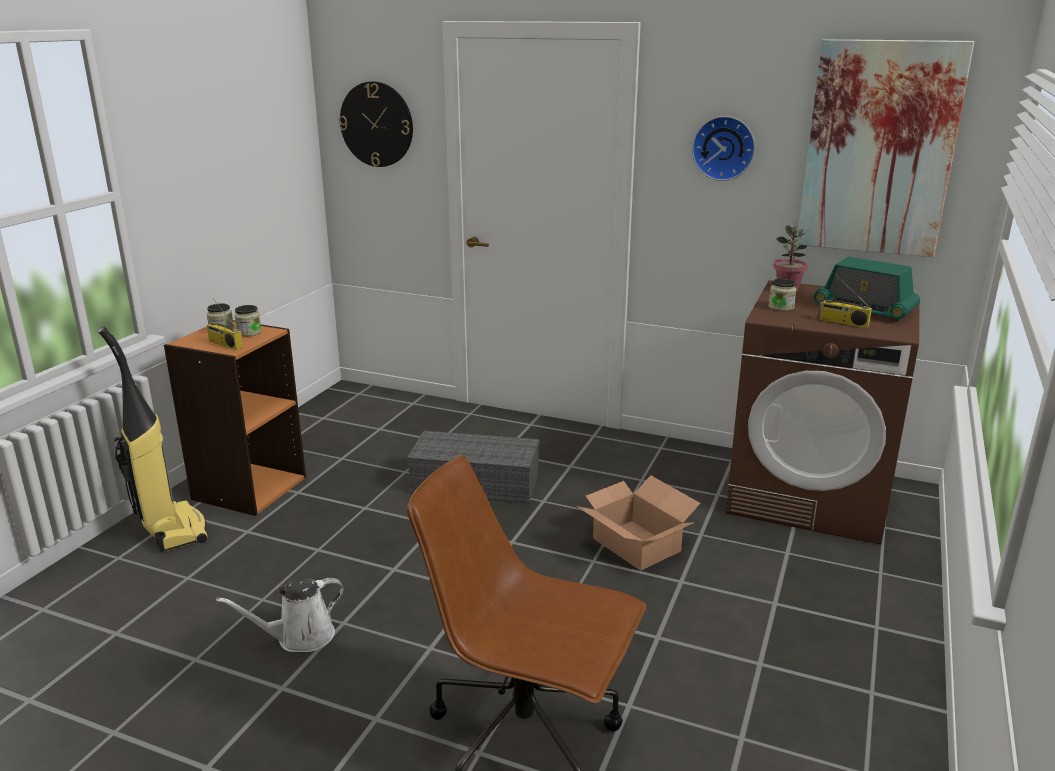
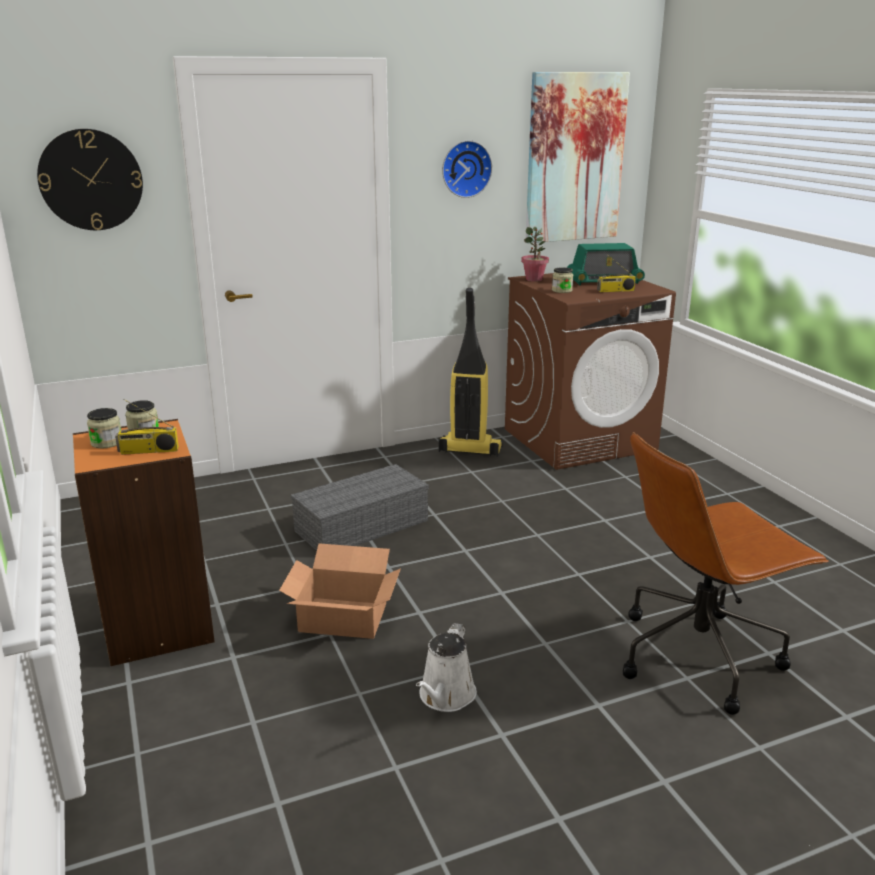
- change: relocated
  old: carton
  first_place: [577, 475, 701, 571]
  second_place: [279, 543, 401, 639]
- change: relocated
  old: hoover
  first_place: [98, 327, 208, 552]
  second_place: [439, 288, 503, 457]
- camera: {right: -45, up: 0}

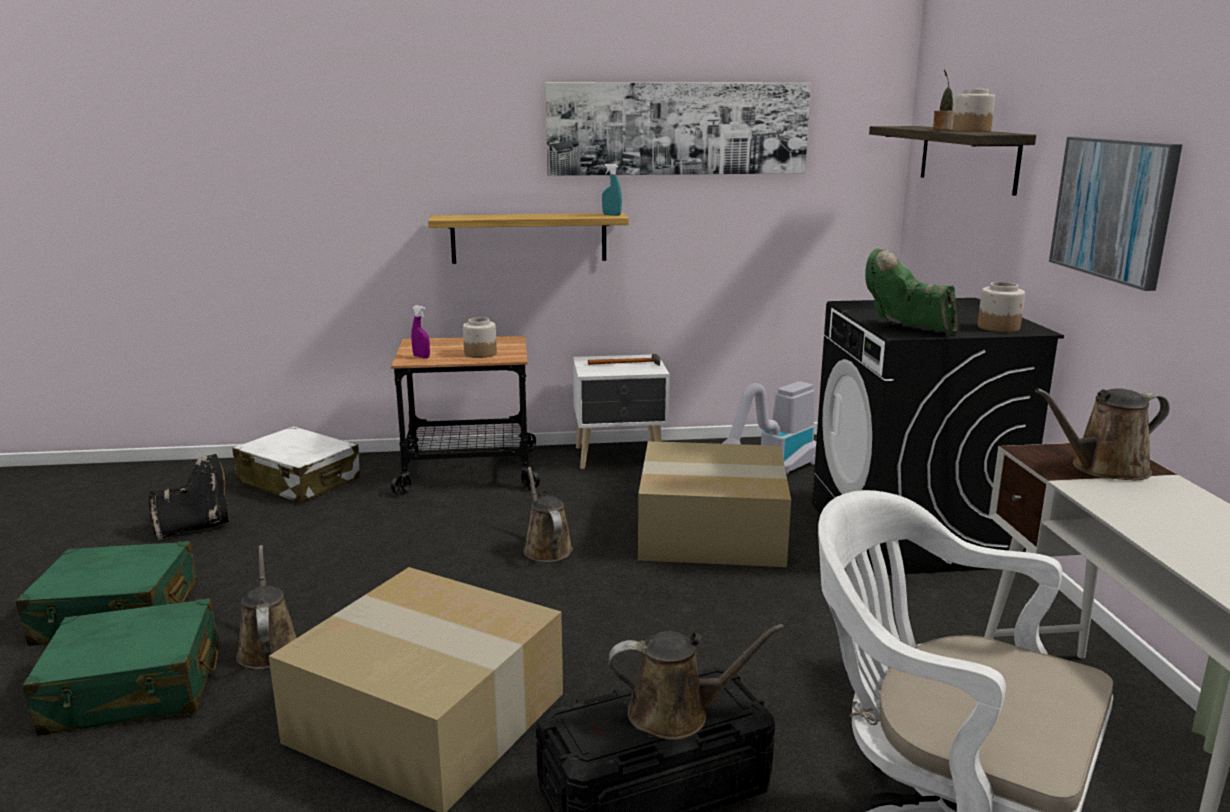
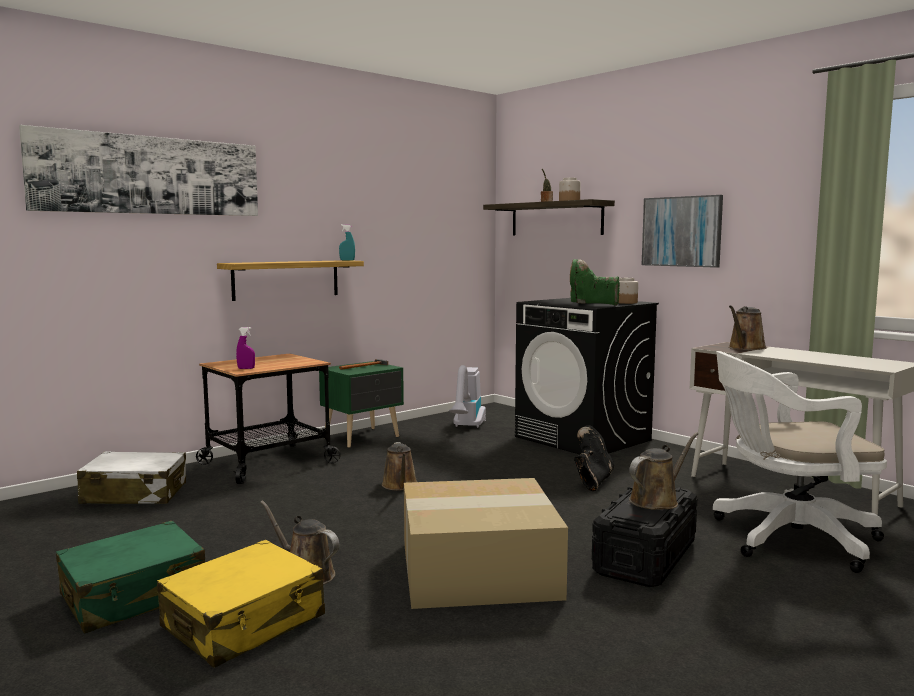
- change: relocated
  old: wall art
  first_place: [545, 82, 811, 176]
  second_place: [19, 125, 258, 216]
- change: colour
  old: travel case/green-coloured
  new: travel case/yellow
  first_place: [23, 598, 219, 736]
  second_place: [157, 540, 325, 668]
- change: colour
  old: bedside table/white
  new: bedside table/green-coloured
  first_place: [573, 354, 670, 469]
  second_place: [319, 361, 404, 448]
- change: spun
  old: watering pot/brown
  first_place: [523, 467, 573, 562]
  second_place: [382, 442, 417, 491]
  degrees: -135
- change: relocated
  old: boot/black
  first_place: [149, 454, 229, 540]
  second_place: [574, 425, 614, 491]
- change: missing
  old: storage jar
  first_place: [463, 317, 497, 358]
- change: missing
  old: carton
  first_place: [638, 441, 791, 567]
- camera: {right: -35, up: -10}

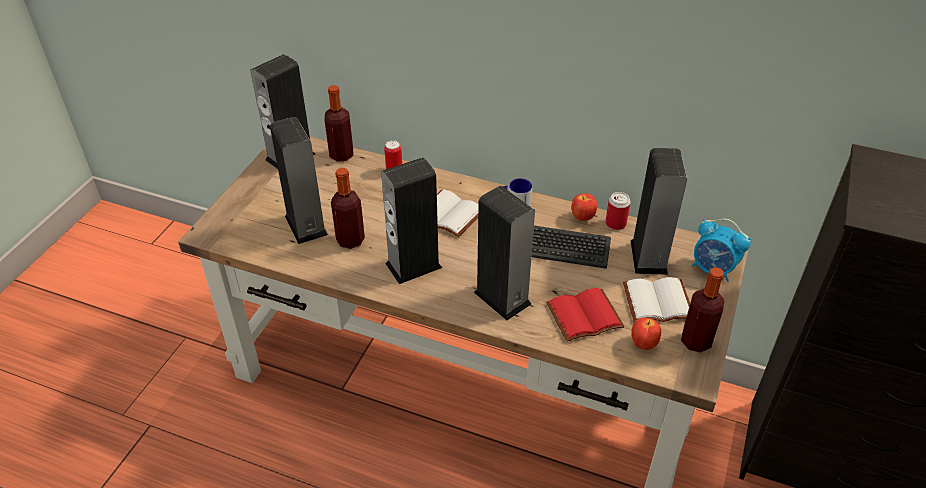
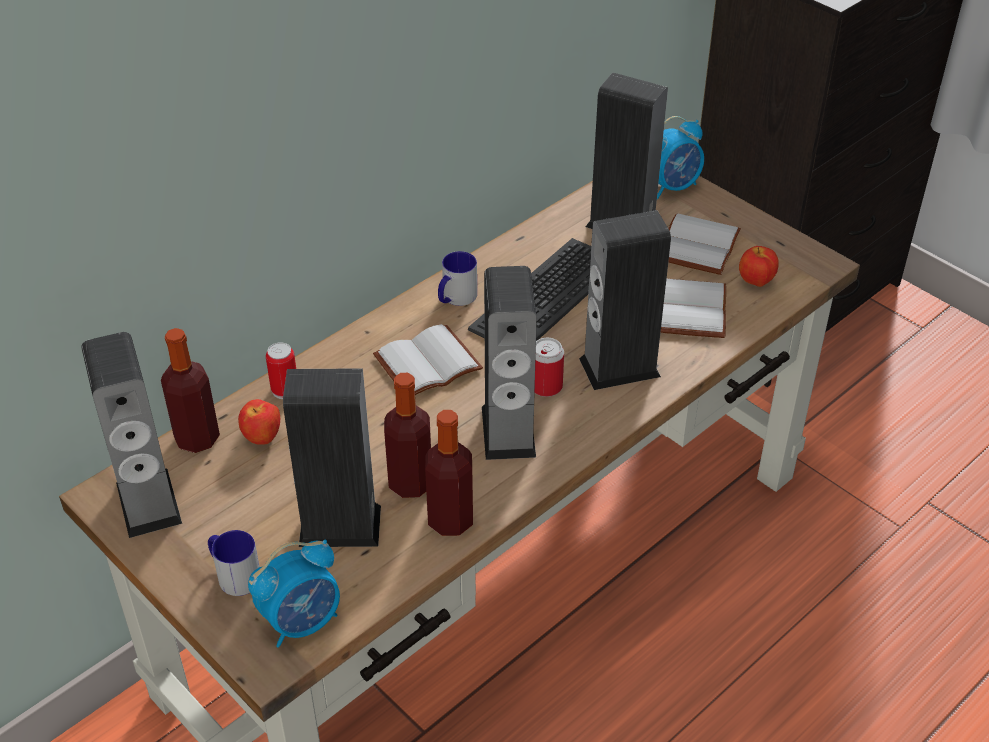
- change: appeared
  new: tea mug
  second_place: [208, 530, 260, 596]
- change: relocated
  old: apple fruit
  first_place: [571, 193, 597, 221]
  second_place: [238, 399, 280, 445]
- change: appeared
  new: table clock
  second_place: [248, 540, 340, 648]
- change: relocated
  old: bottle
  first_place: [681, 267, 724, 353]
  second_place: [425, 410, 473, 536]
- change: relocated
  old: sealed can
  first_place: [605, 192, 631, 230]
  second_place: [535, 338, 564, 397]
- change: colour
  old: book/red-coloured
  new: book/white
  first_place: [546, 288, 625, 342]
  second_place: [660, 279, 726, 338]
- camera: {right: -65, up: 0}

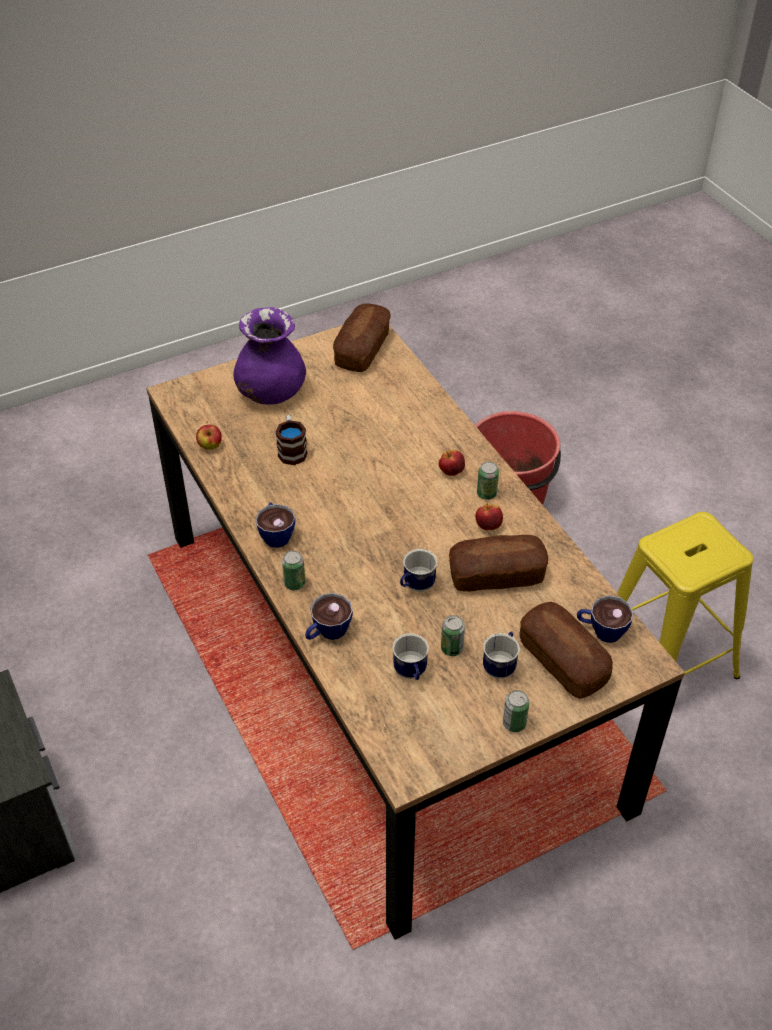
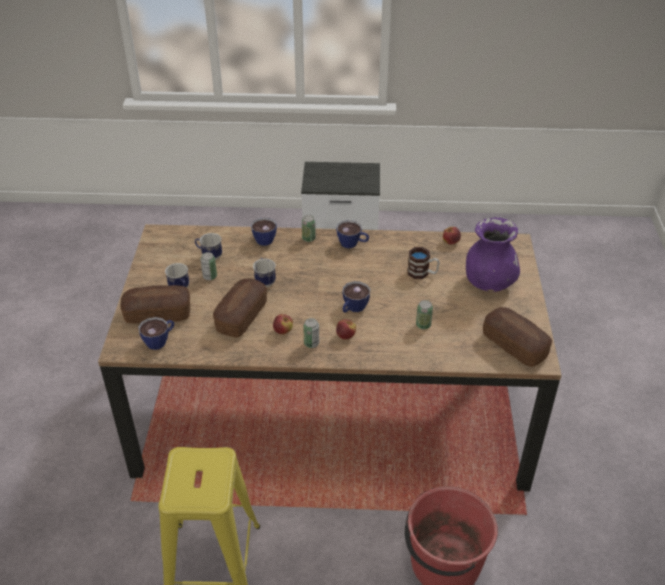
- change: appeared
  new: small cup
  second_place: [342, 281, 370, 313]
- change: relocated
  old: sealed can
  first_place: [503, 690, 529, 732]
  second_place: [416, 300, 433, 329]
- camera: {right: 120, up: -5}

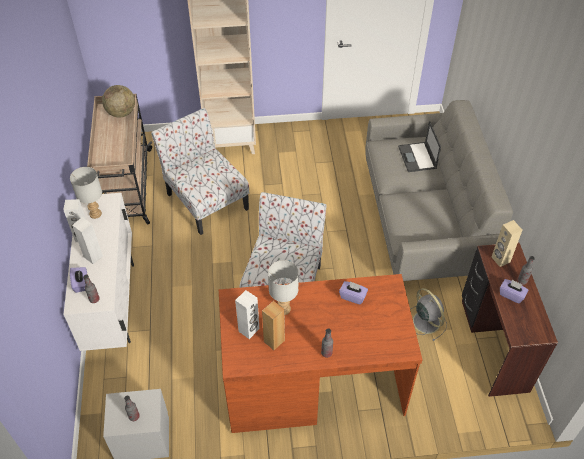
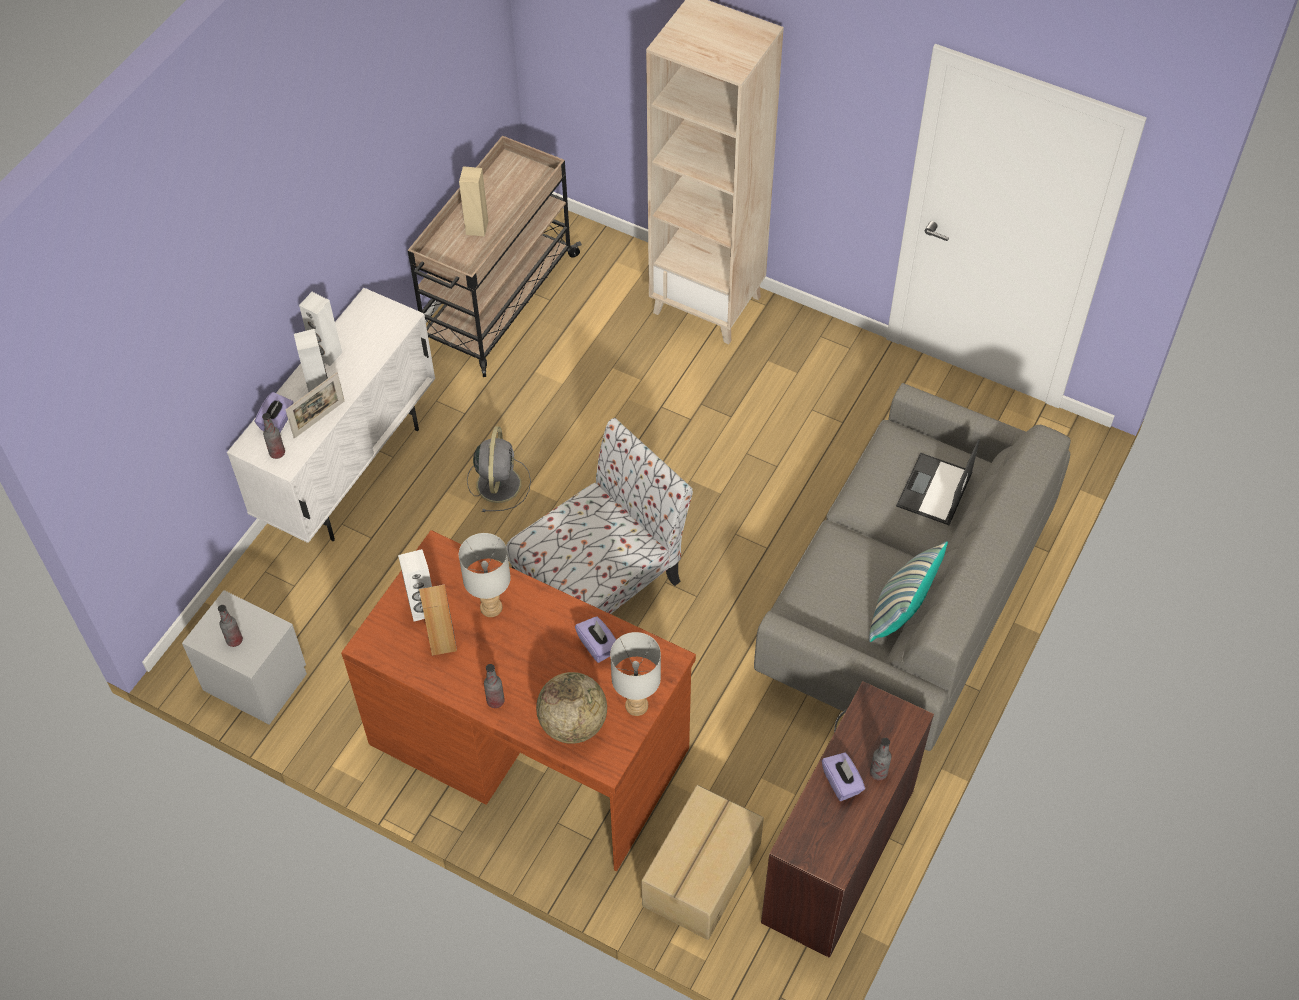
- change: appeared
  new: photo frame
  second_place: [286, 372, 345, 439]
- change: relocated
  old: audio speaker/beige-coloured
  first_place: [492, 220, 522, 267]
  second_place: [459, 166, 488, 237]
- change: relocated
  old: cooling fan/gray
  first_place: [410, 288, 447, 341]
  second_place: [467, 426, 531, 512]
- change: relocated
  old: globe
  first_place: [102, 85, 135, 118]
  second_place: [536, 672, 607, 744]
- change: relocated
  old: table lamp/gray
  first_place: [70, 167, 102, 219]
  second_place: [610, 632, 661, 716]
- change: appeared
  new: carton
  second_place: [641, 785, 764, 940]
- change: appeared
  new: throw pillow
  second_place: [869, 541, 948, 642]
- change: missing
  old: chair
  first_place: [151, 108, 249, 235]
- camera: {right: 35, up: 5}

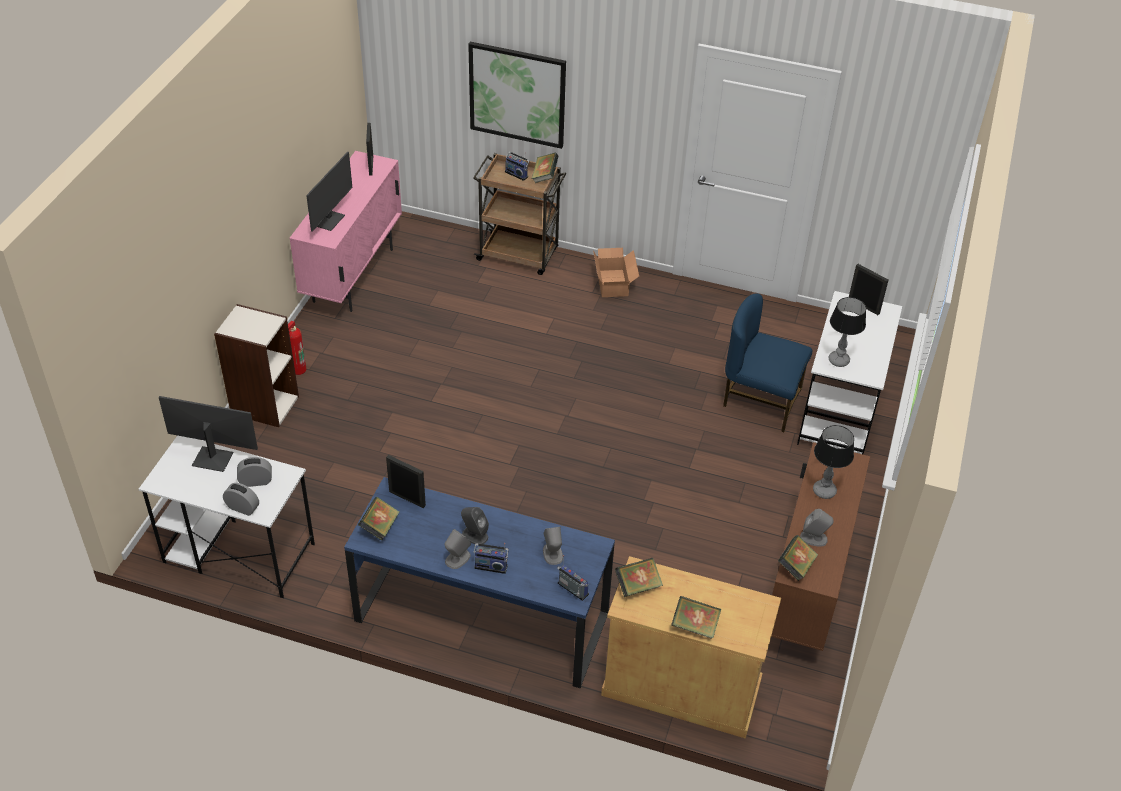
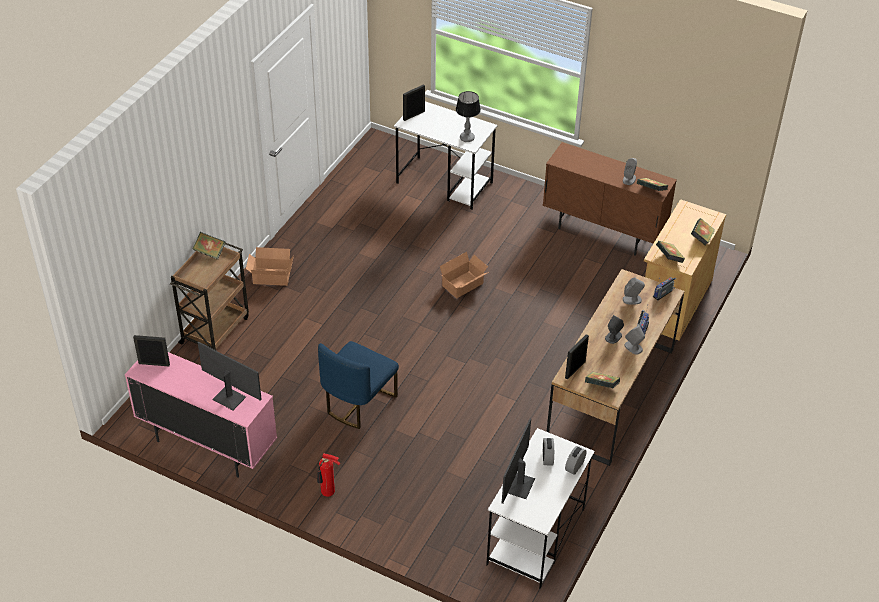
- change: relocated
  old: chair/blue-coloured
  first_place: [723, 293, 812, 432]
  second_place: [318, 341, 399, 429]
- change: appeared
  new: carton
  second_place: [439, 252, 489, 298]
- change: colour
  old: desk unit/blue-coloured
  new: desk unit/brown
  first_place: [344, 477, 615, 689]
  second_place: [547, 269, 685, 466]
- change: missing
  old: bookcase
  first_place: [214, 304, 299, 427]
- change: missing
  old: wall art
  first_place: [468, 42, 566, 149]
- change: missing
  old: radio receiver
  first_place: [505, 152, 530, 181]
- change: missing
  old: table lamp
  first_place: [813, 425, 854, 499]
- camera: {right: -80, up: 0}

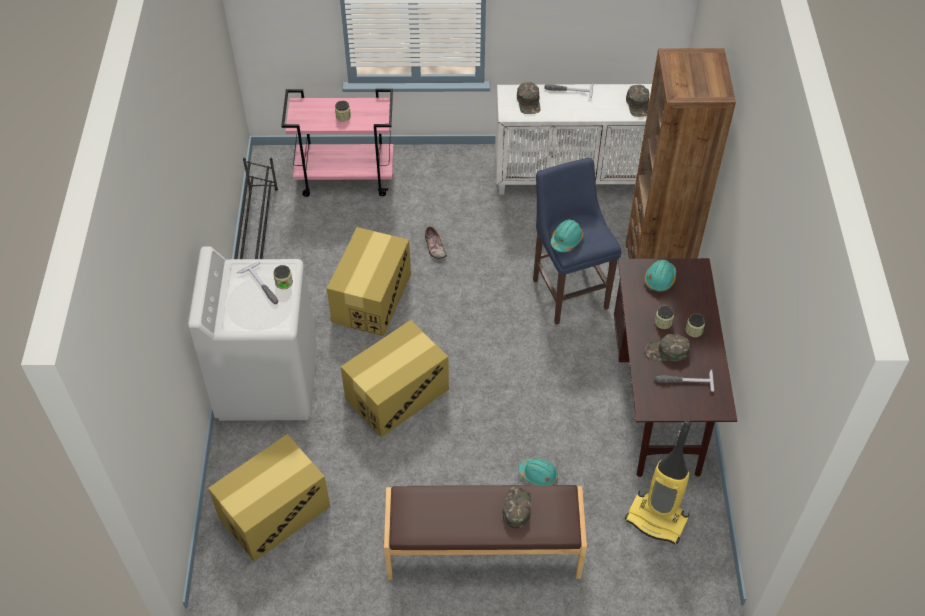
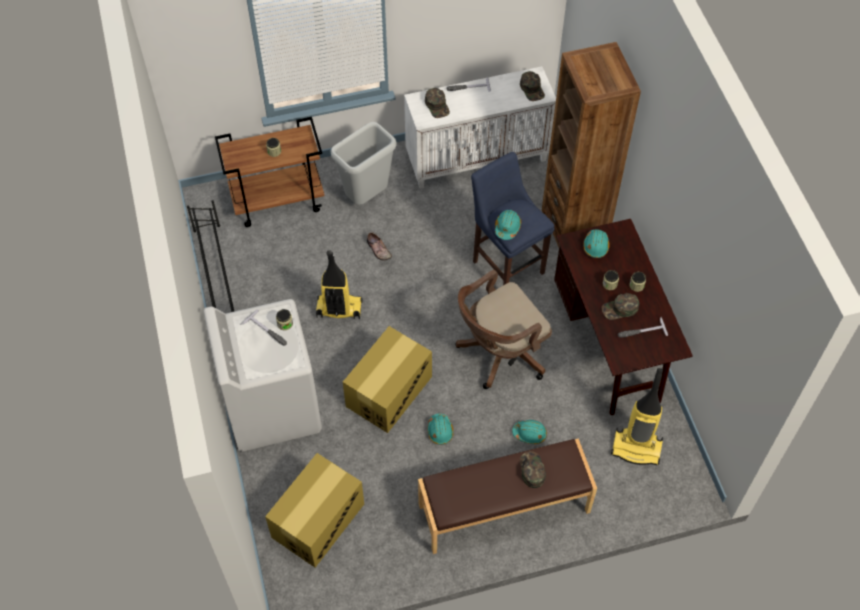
- change: colour
  old: cart/pink-coloured
  new: cart/brown
  first_place: [281, 89, 394, 197]
  second_place: [215, 117, 324, 227]
- change: exchanged
  old: carton
  new: hoover
  first_place: [327, 227, 411, 336]
  second_place: [316, 250, 362, 319]
- change: appeared
  new: waste bin/gray
  second_place: [330, 122, 397, 205]
- change: appeared
  new: work helmet/blue-green
  second_place: [427, 414, 454, 445]
- change: appeared
  new: office chair/brown
  second_place: [455, 270, 552, 389]
- camera: {right: -15, up: 5}

